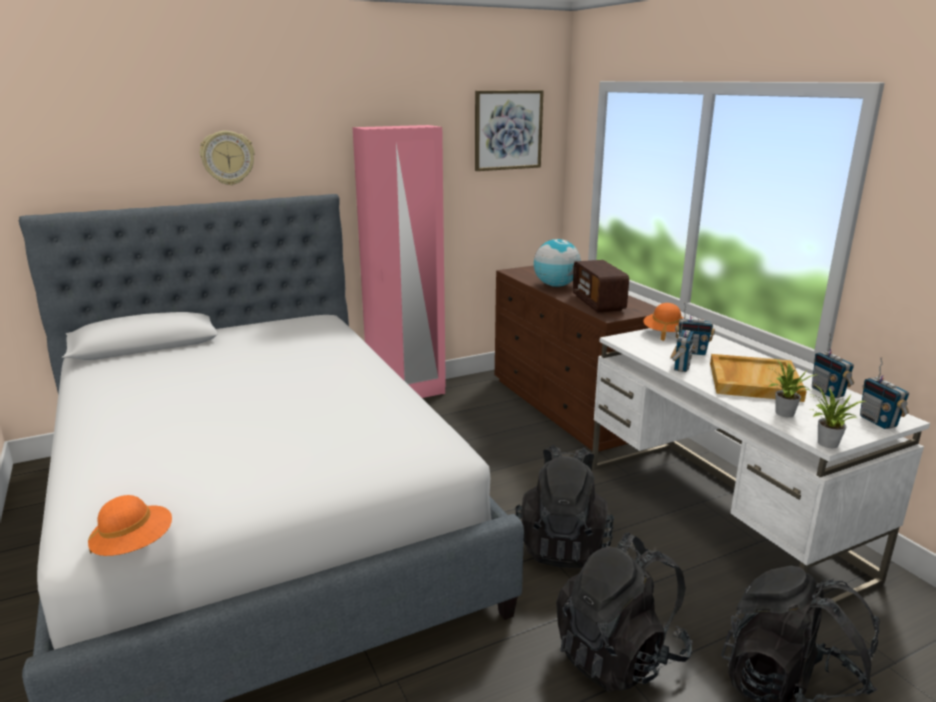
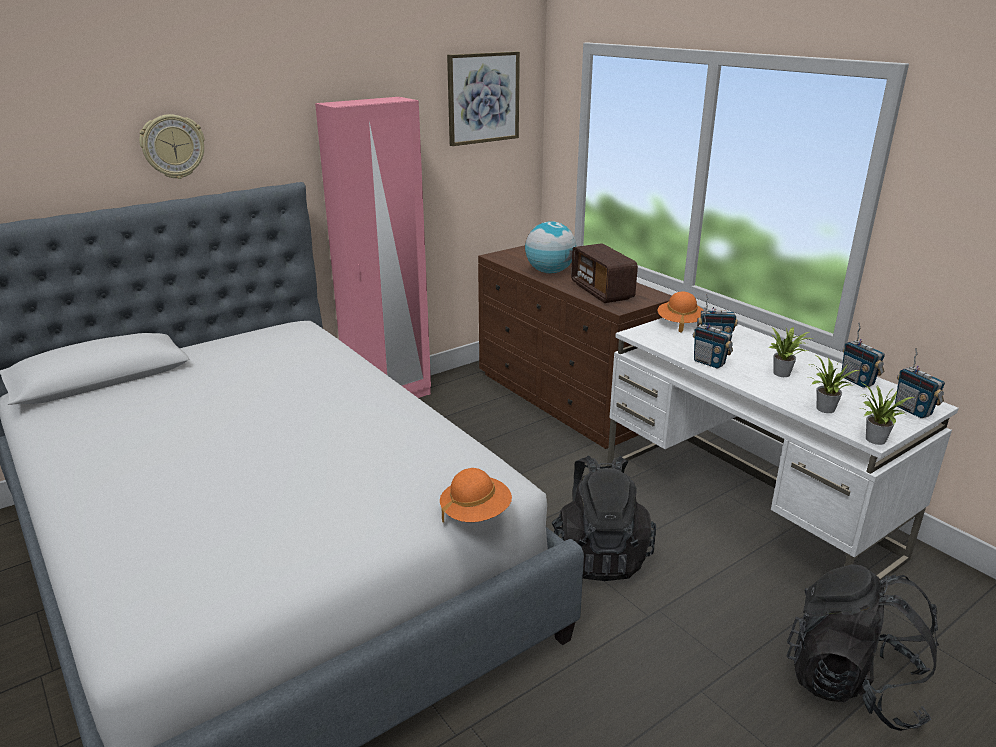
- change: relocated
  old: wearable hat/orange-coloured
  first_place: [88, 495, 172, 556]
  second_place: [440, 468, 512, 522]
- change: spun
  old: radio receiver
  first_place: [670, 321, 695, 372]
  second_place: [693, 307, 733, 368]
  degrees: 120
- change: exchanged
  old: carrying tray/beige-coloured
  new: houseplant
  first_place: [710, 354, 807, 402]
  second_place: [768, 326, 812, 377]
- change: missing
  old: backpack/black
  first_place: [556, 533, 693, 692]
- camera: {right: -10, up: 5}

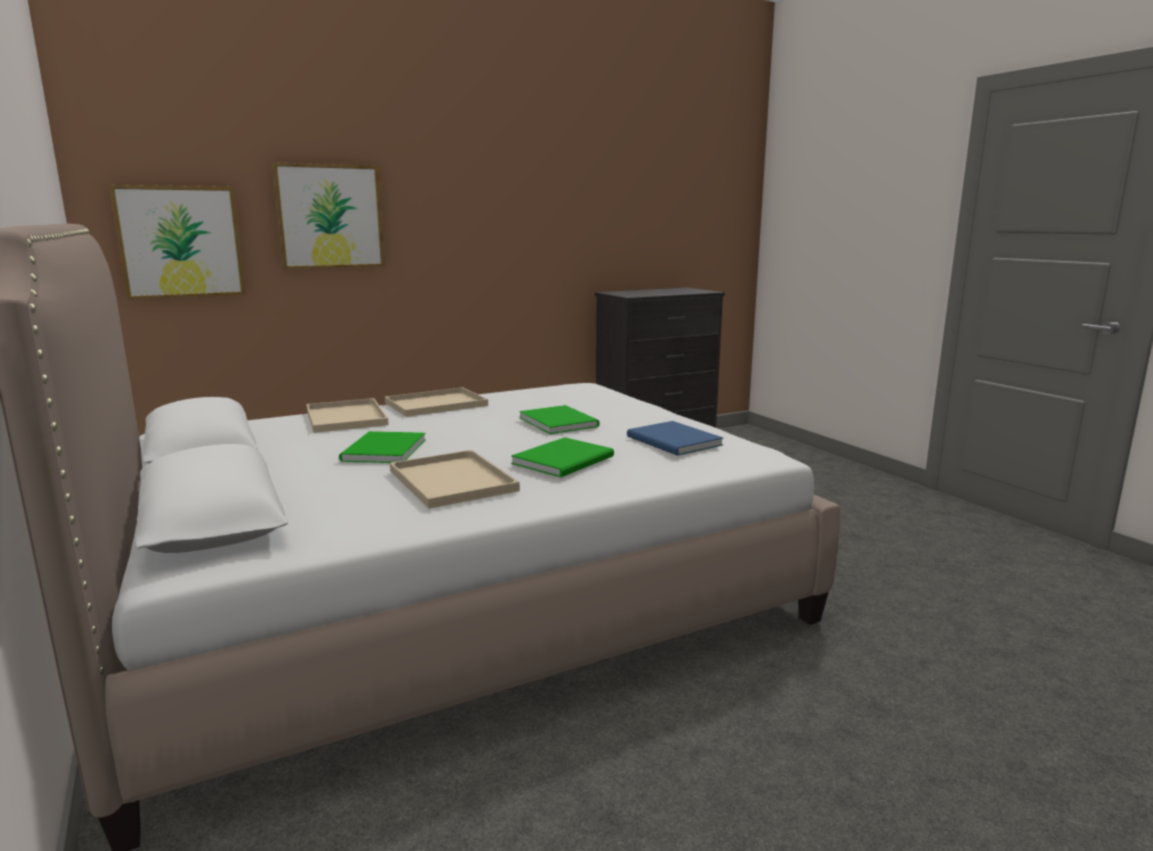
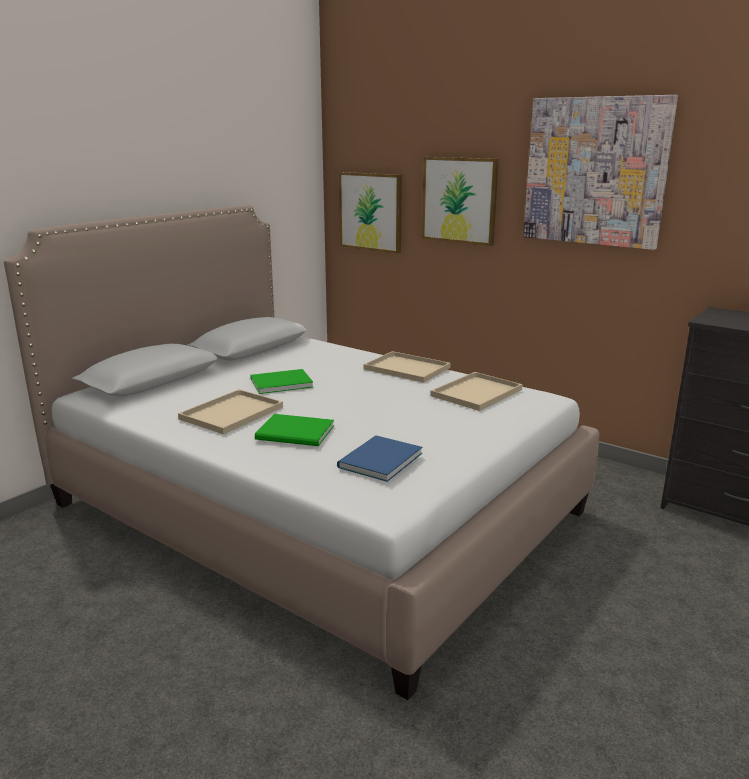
- change: relocated
  old: carrying tray/beige-coloured
  first_place: [306, 398, 389, 433]
  second_place: [430, 372, 523, 411]
- change: appeared
  new: wall art
  second_place: [523, 95, 678, 250]
- change: missing
  old: book/green-coloured
  first_place: [519, 405, 600, 434]
- camera: {right: 65, up: 5}

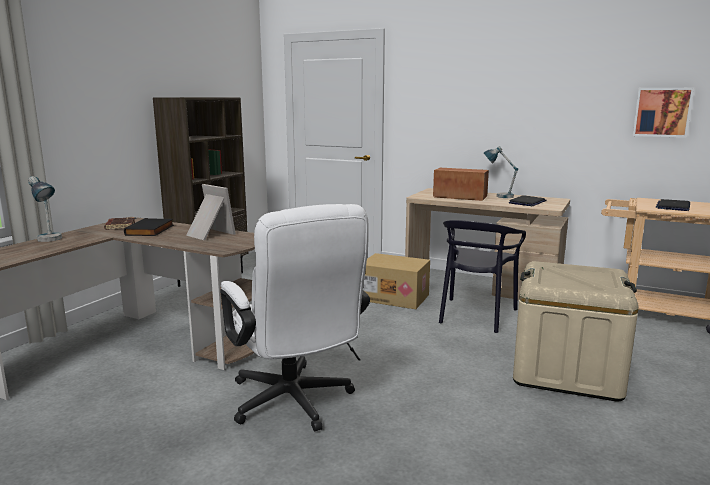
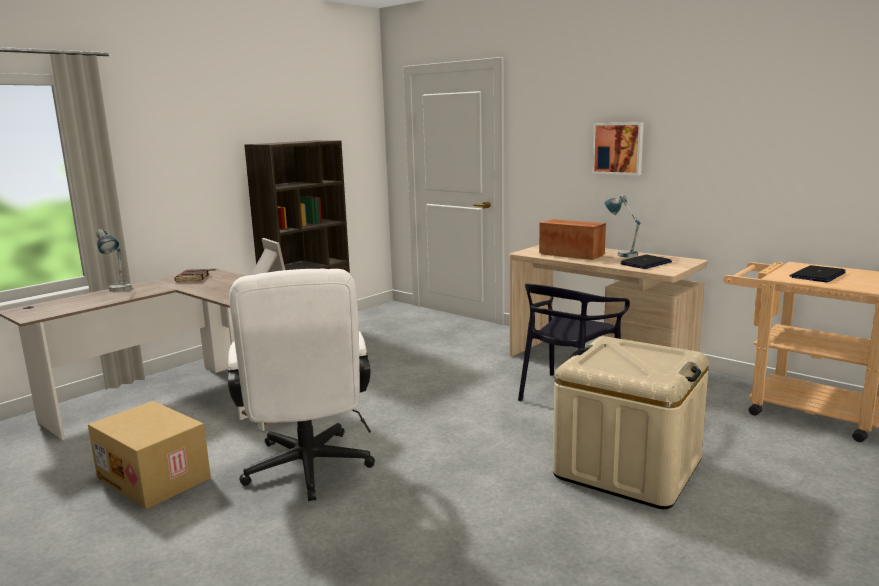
- change: relocated
  old: carton
  first_place: [363, 253, 430, 309]
  second_place: [88, 401, 211, 510]
- change: relocated
  old: wall art
  first_place: [633, 88, 694, 138]
  second_place: [592, 122, 644, 175]
- change: missing
  old: book/black
  first_place: [124, 218, 174, 236]
- camera: {right: 15, up: 0}

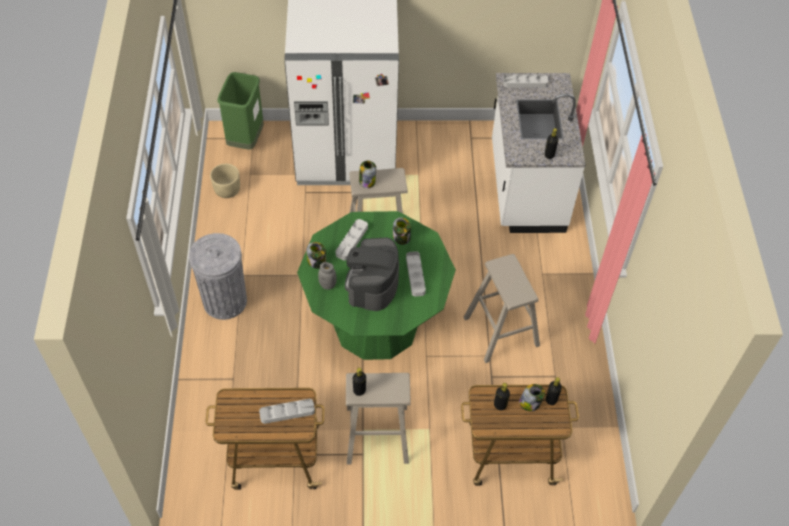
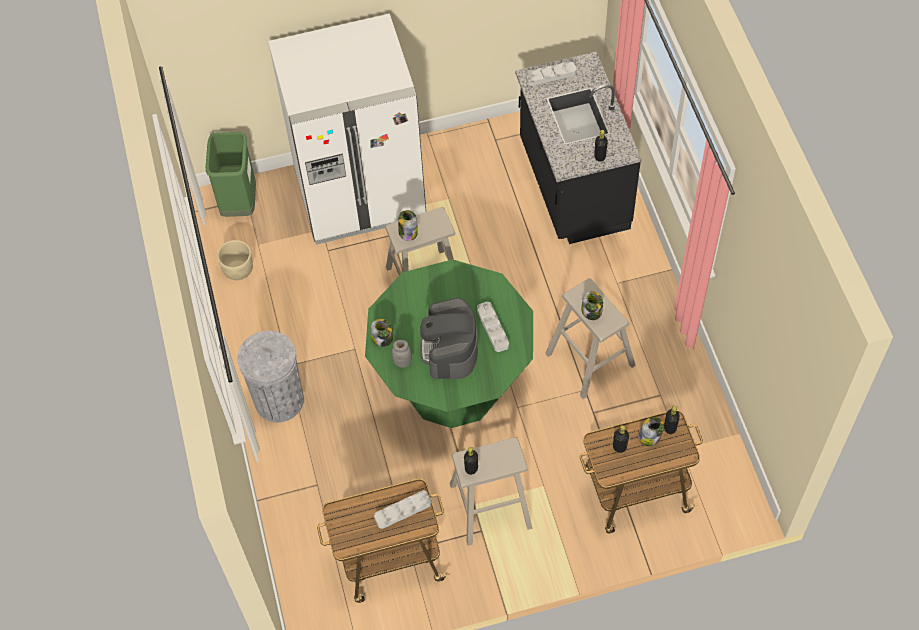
- change: colour
  old: kitchen counter/white
  new: kitchen counter/black
  first_place: [492, 73, 586, 233]
  second_place: [515, 52, 642, 244]
- change: relocated
  old: storage jar
  first_place: [393, 217, 411, 245]
  second_place: [581, 291, 603, 320]
- change: missing
  old: carrying tray/gray
  first_place: [335, 219, 368, 260]
- camera: {right: -10, up: 5}

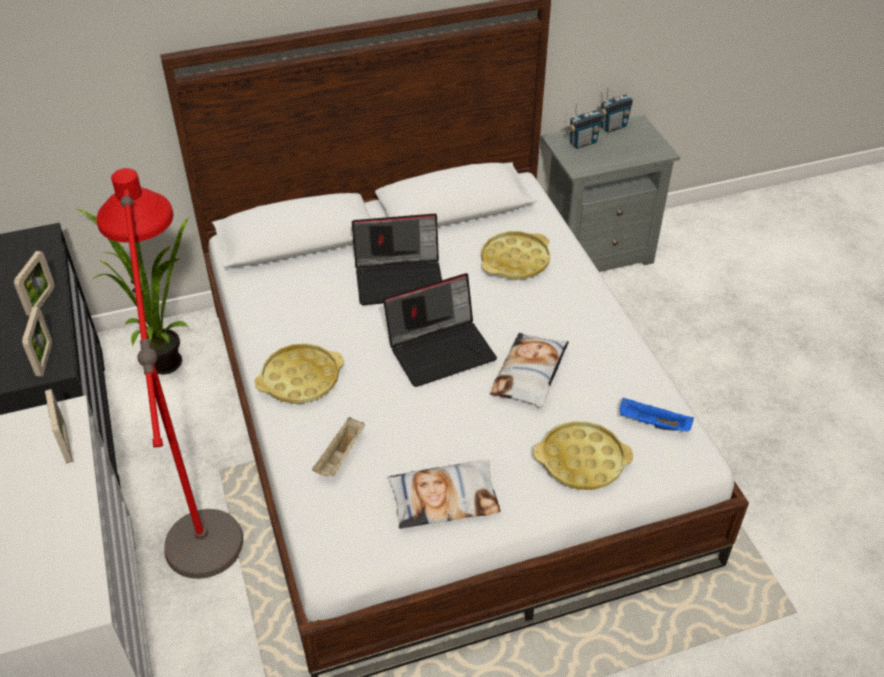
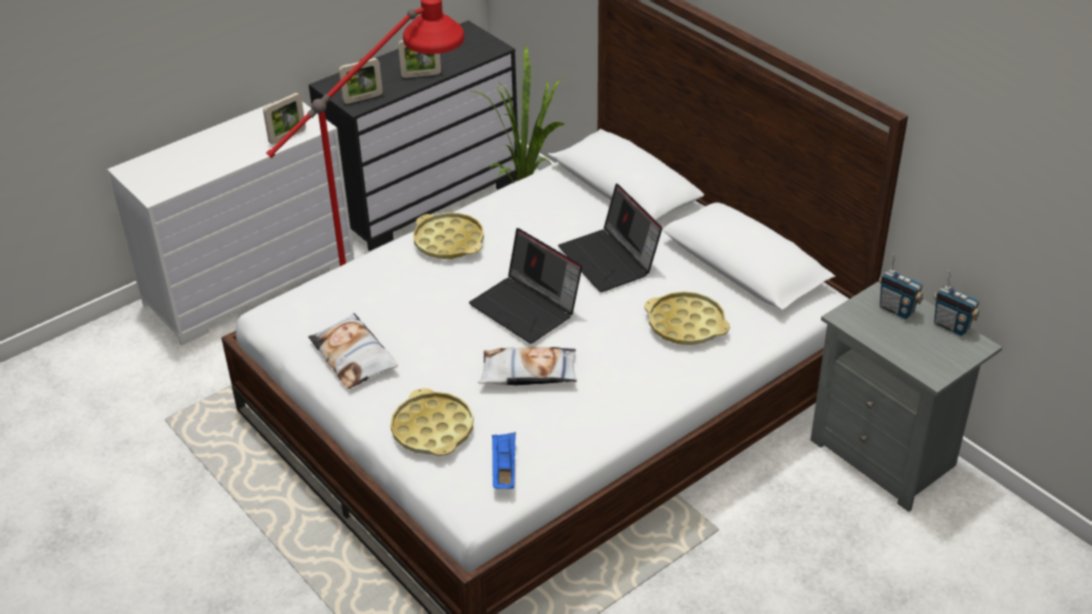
- change: missing
  old: carrying tray/beige-coloured
  first_place: [312, 417, 365, 477]
- camera: {right: 70, up: -5}

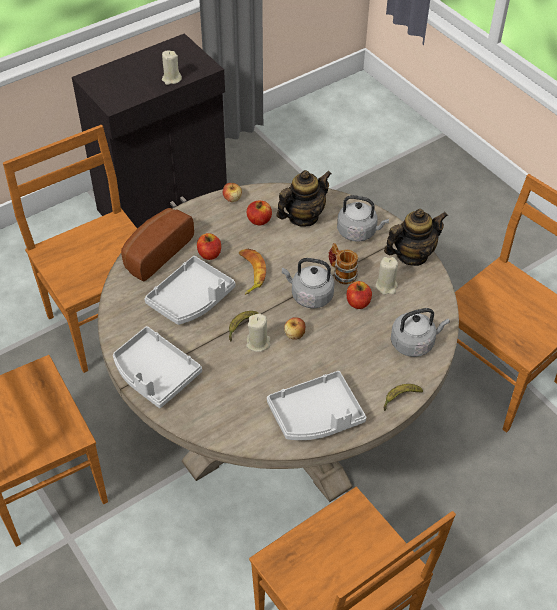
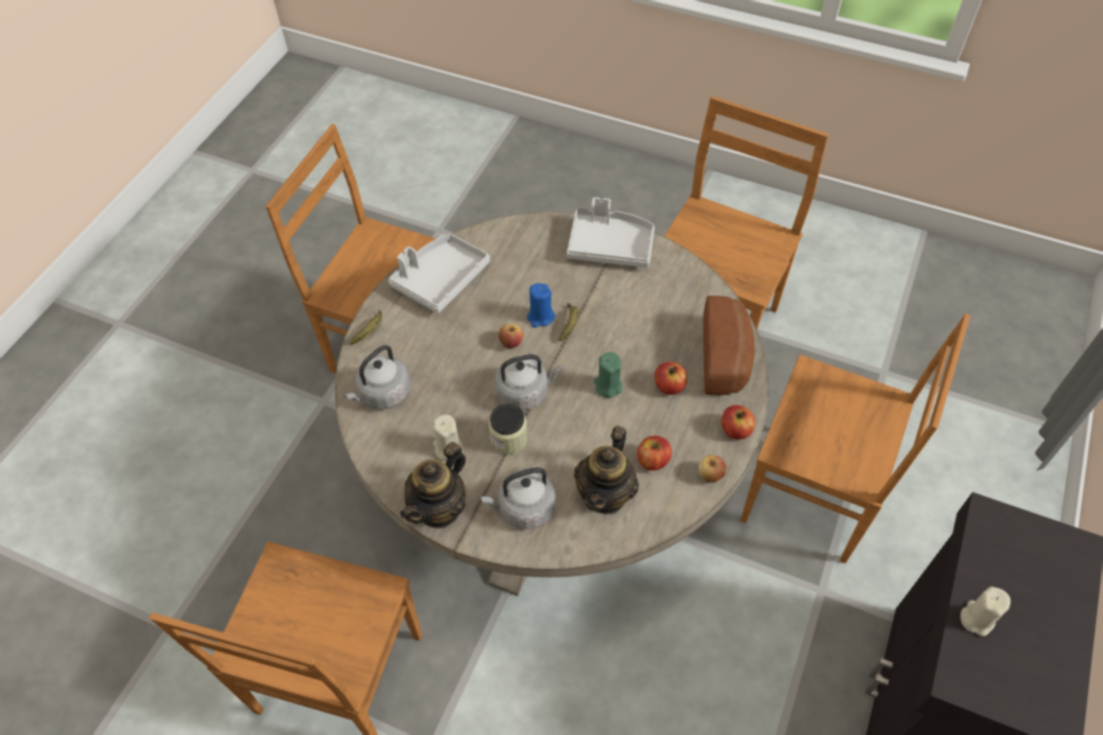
- change: exchanged
  old: tea mug
  new: storage jar
  first_place: [328, 243, 358, 284]
  second_place: [488, 403, 528, 455]
- change: colour
  old: wax light/beige-coloured
  new: wax light/blue-coloured
  first_place: [246, 314, 270, 352]
  second_place: [527, 283, 555, 328]
- change: exchanged
  old: banana
  new: wax light/green-coloured
  first_place: [239, 249, 266, 295]
  second_place: [594, 352, 622, 398]
- change: relocated
  old: apple fruit
  first_place: [347, 281, 372, 309]
  second_place: [721, 405, 755, 439]
- change: missing
  old: carrying tray/gray
  first_place: [144, 256, 235, 325]
- camera: {right: 150, up: 5}

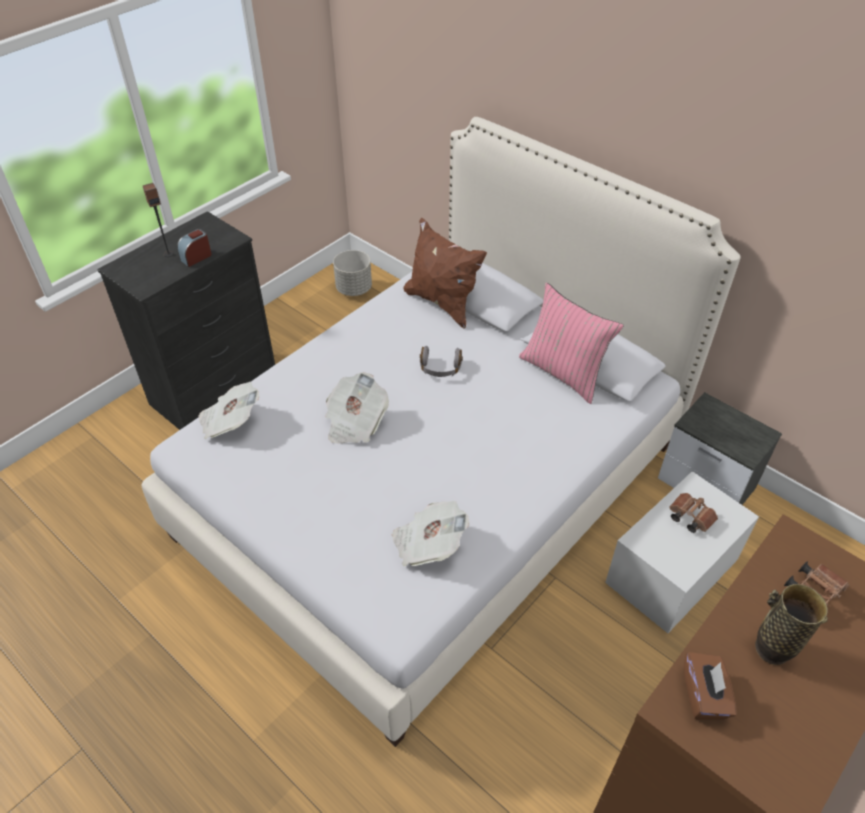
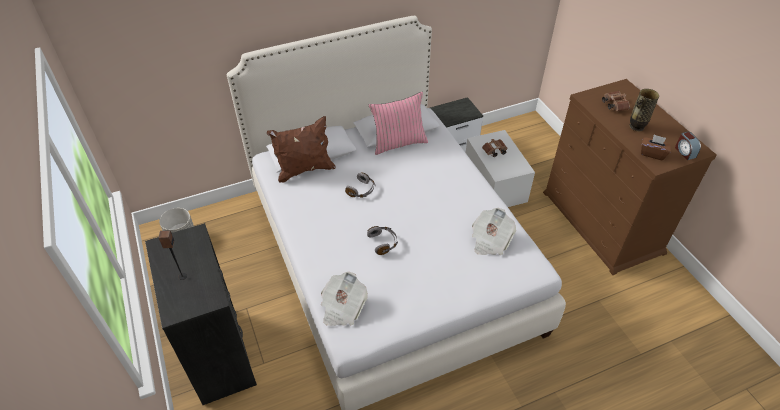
- change: exchanged
  old: daily paper
  new: headset/gray
  first_place: [325, 372, 389, 444]
  second_place: [367, 226, 398, 255]
- change: relocated
  old: table clock
  first_place: [177, 229, 212, 267]
  second_place: [675, 131, 701, 160]
- camera: {right: -65, up: 0}

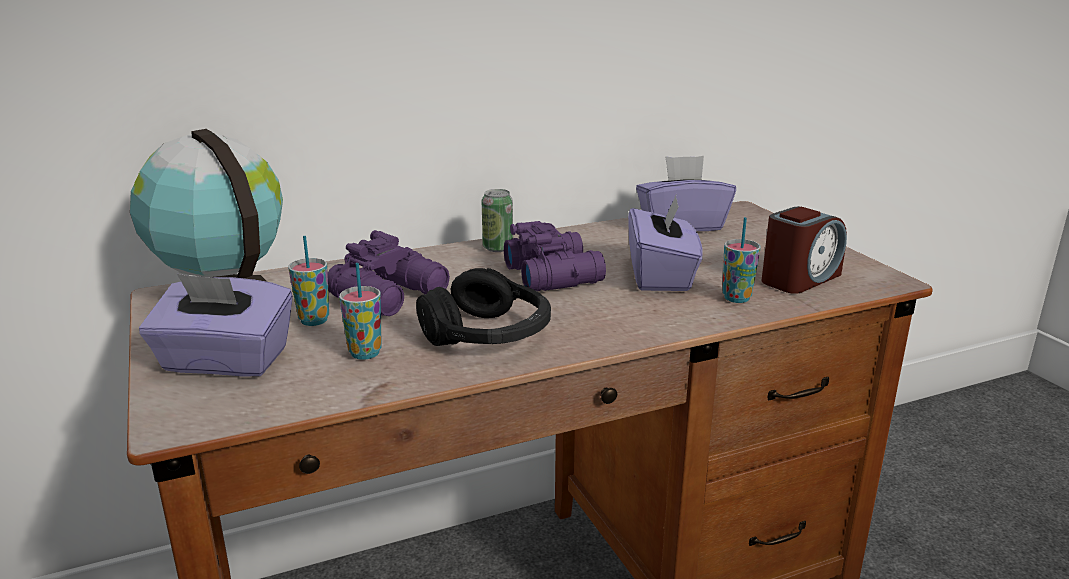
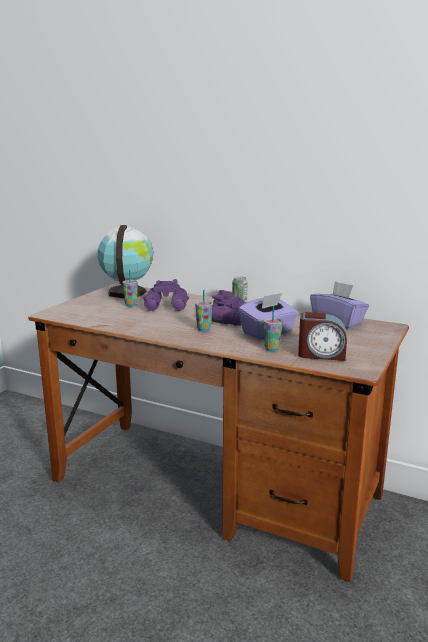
- change: relocated
  old: small cup
  first_place: [339, 263, 382, 360]
  second_place: [195, 290, 212, 331]
- change: missing
  old: box of tissues/purple
  first_place: [139, 274, 293, 377]
- change: missing
  old: headset/black
  first_place: [416, 268, 551, 346]
- camera: {right: 50, up: -5}

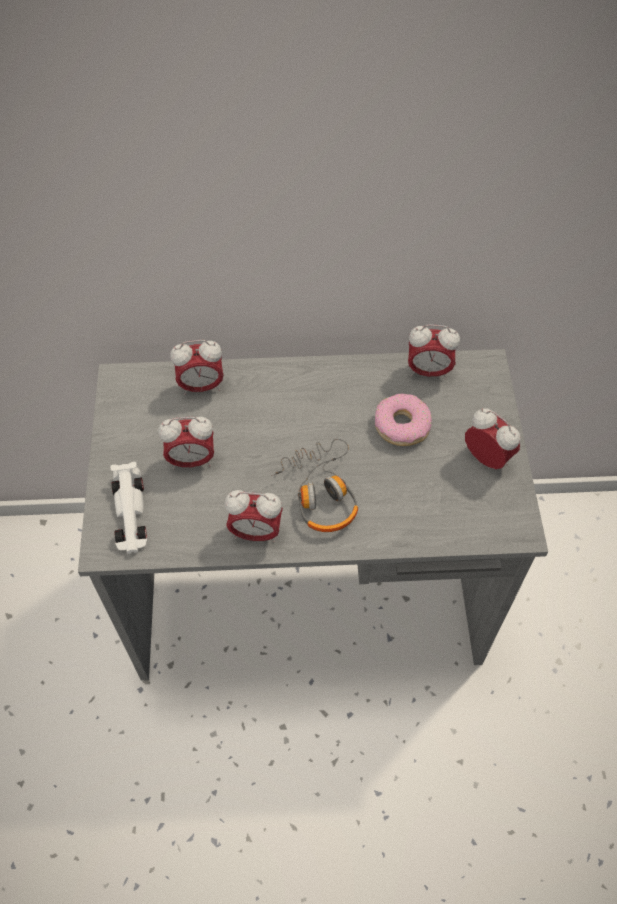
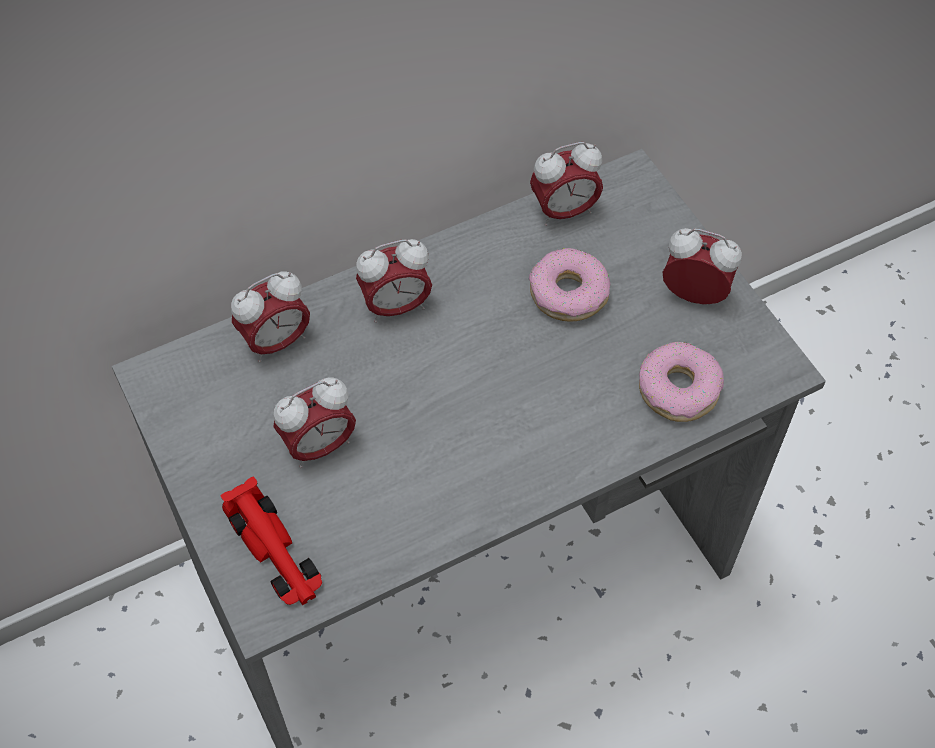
- change: colour
  old: model car/white
  new: model car/red-coloured
  first_place: [111, 462, 147, 554]
  second_place: [221, 477, 322, 606]
- change: relocated
  old: table clock
  first_place: [225, 490, 283, 543]
  second_place: [356, 239, 432, 323]
- change: appeared
  new: ring doughnut
  second_place: [639, 342, 724, 422]
- change: missing
  old: headset
  first_place: [271, 439, 358, 532]
- camera: {right: -25, up: 0}

